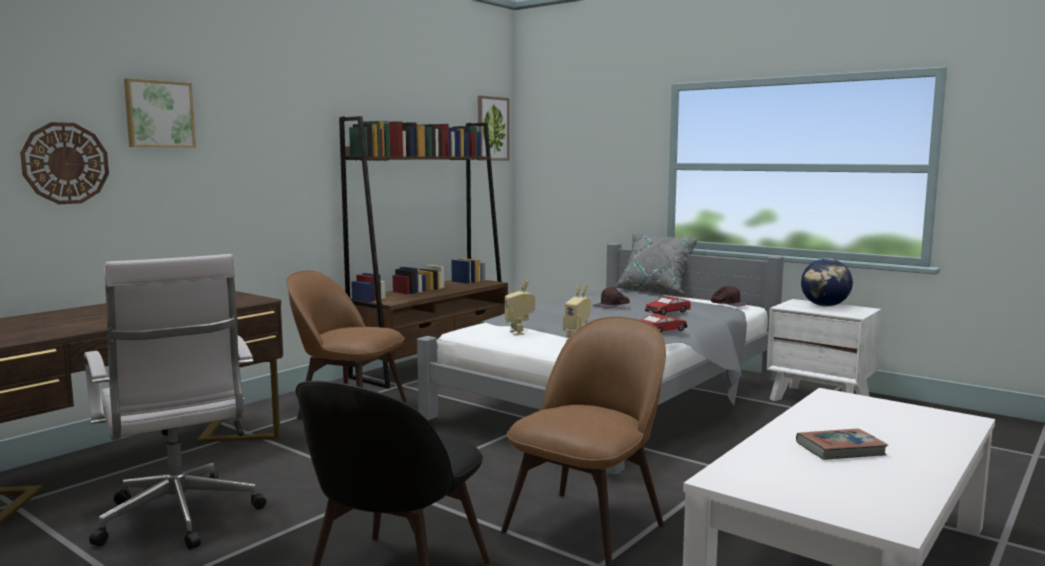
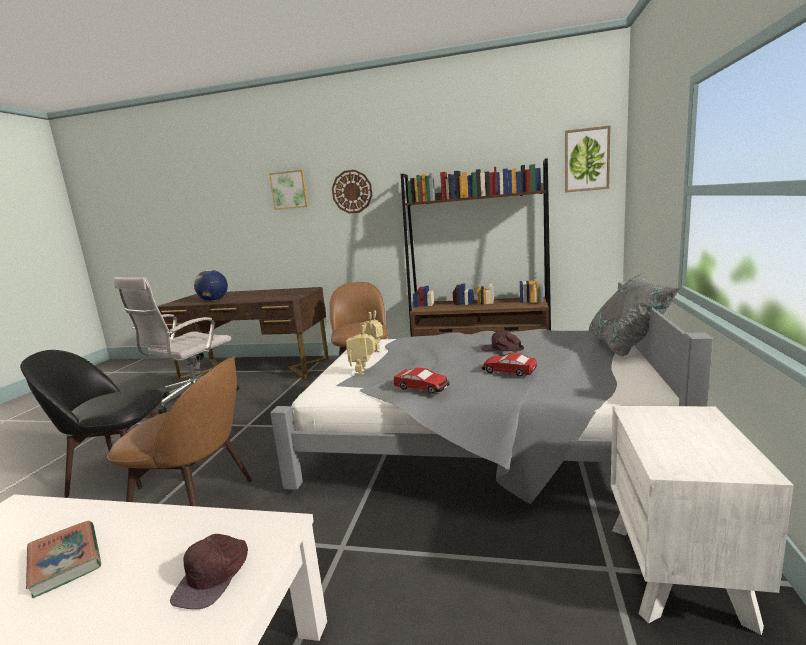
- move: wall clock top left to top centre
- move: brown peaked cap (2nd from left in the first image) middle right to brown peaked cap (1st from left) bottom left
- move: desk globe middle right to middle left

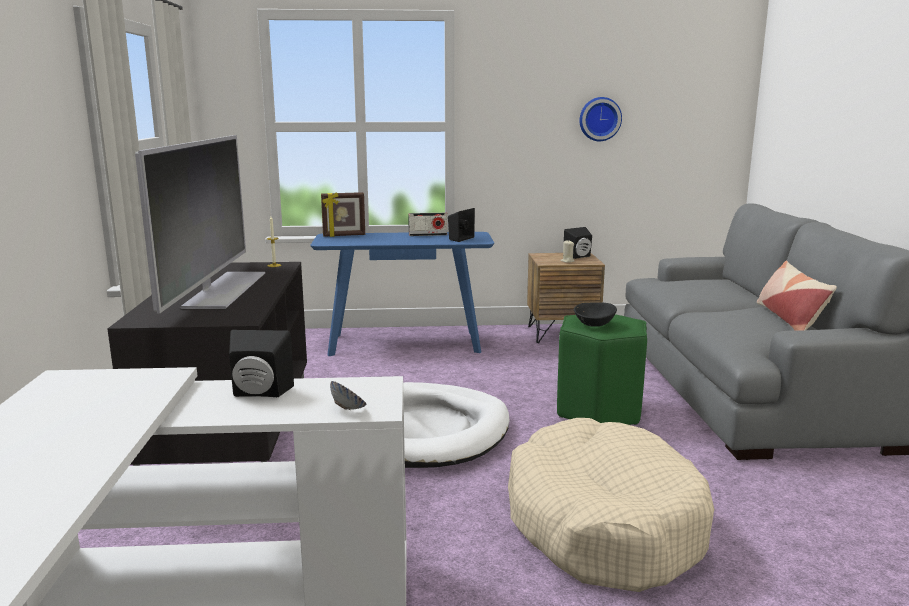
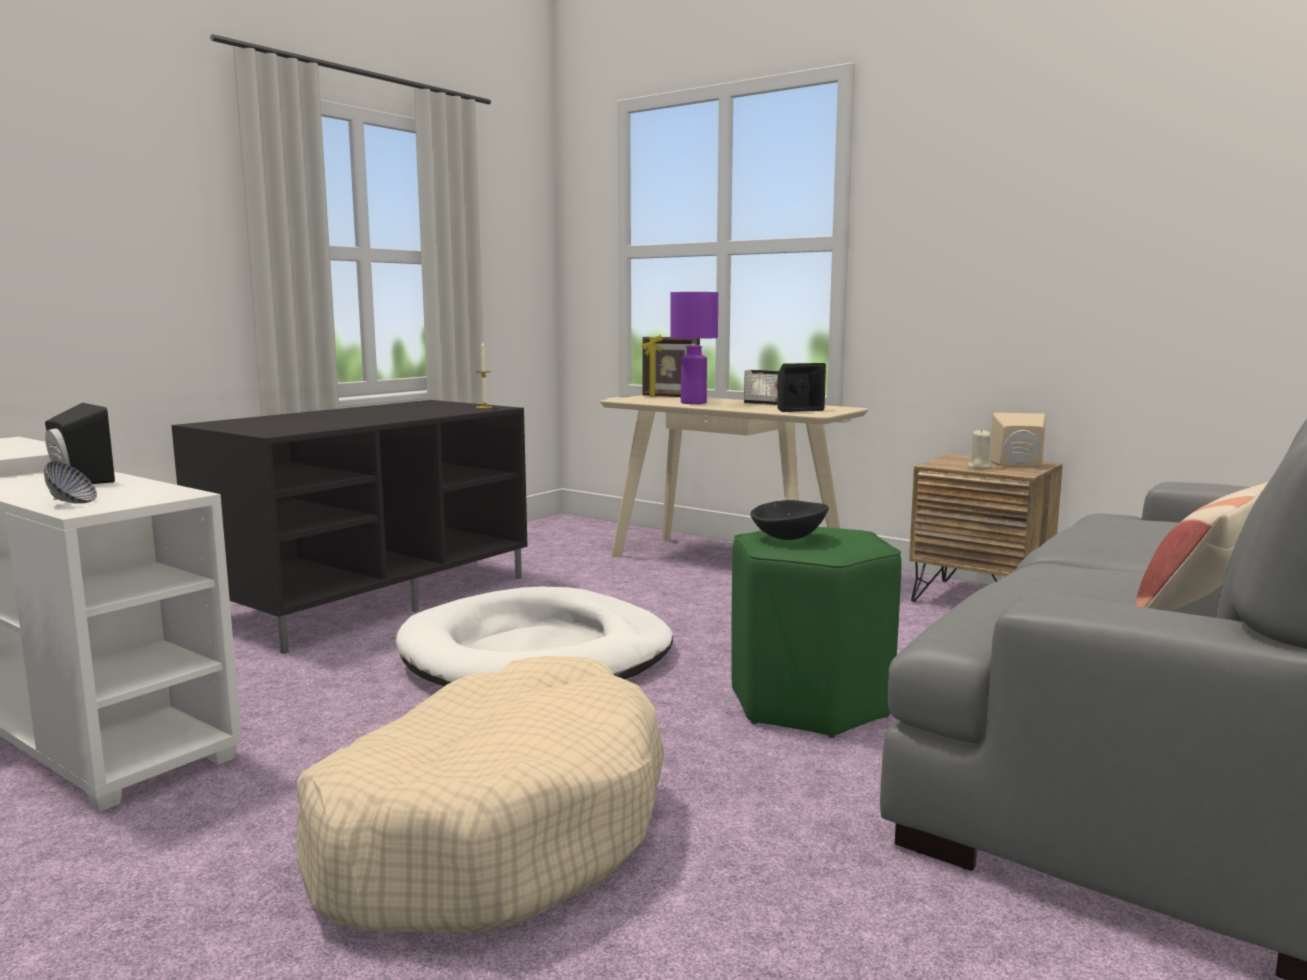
- delete: TV middle left
- recolor: blue-coloured console table centre to beige console table centre
- recolor: blackish audio speaker (3rd from left) centre to beige audio speaker middle right
- delete: wall clock top centre
- insert: purple lamp for a table centre

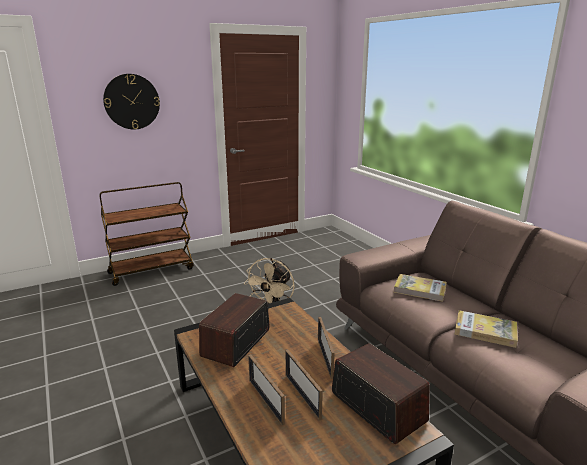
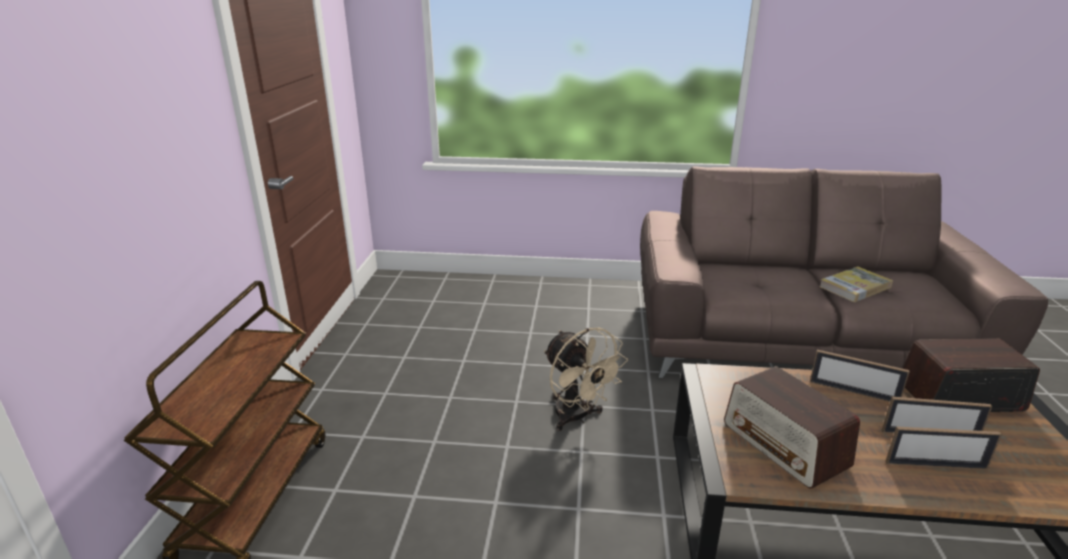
- delete: wall clock top left
- delete: book (1st from left) middle right

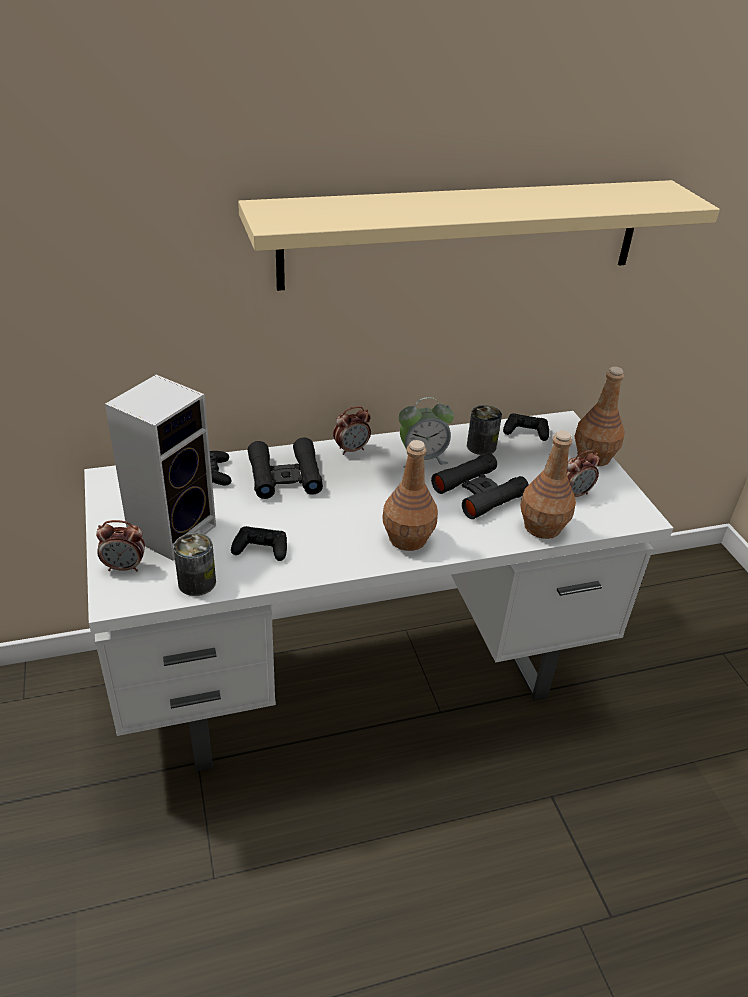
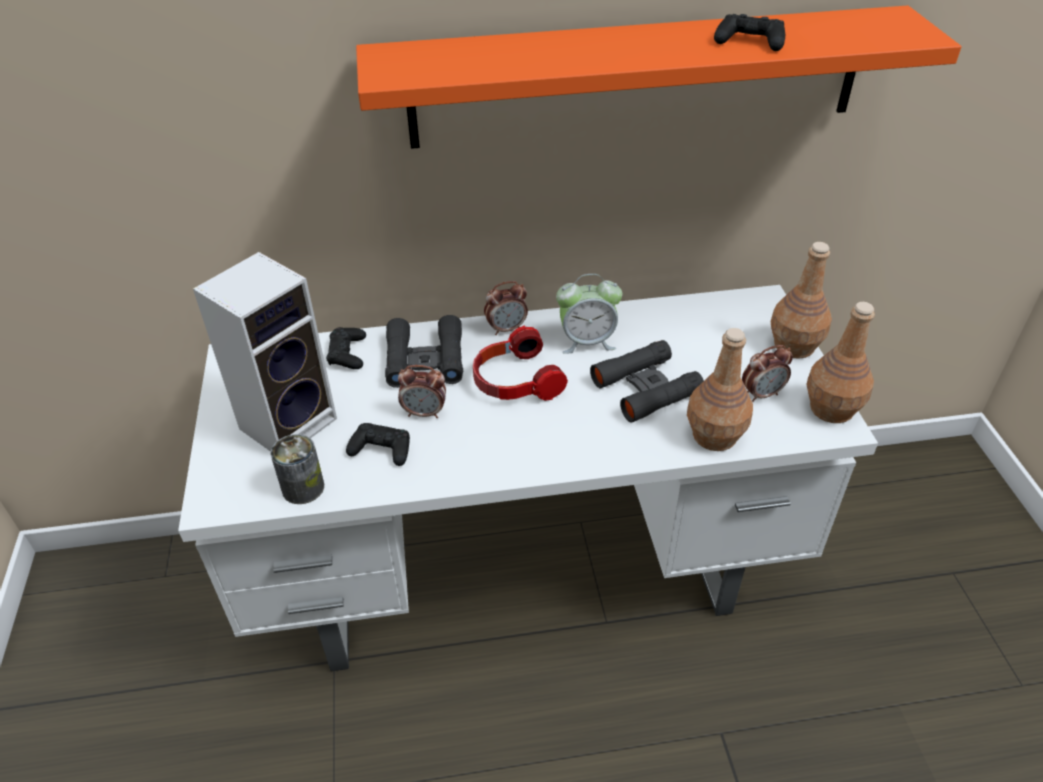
- move: bedside clock (1st from left) middle left to centre
- recolor: beige wall shelf top centre to orange-coloured wall shelf top centre
- move: brown bottle (1st from left in the first image) centre to brown bottle (3rd from left) middle right
- delete: can (2nd from left) centre
- move: blackish gamepad (3rd from left) middle right to top right
- insert: pair of headphones centre

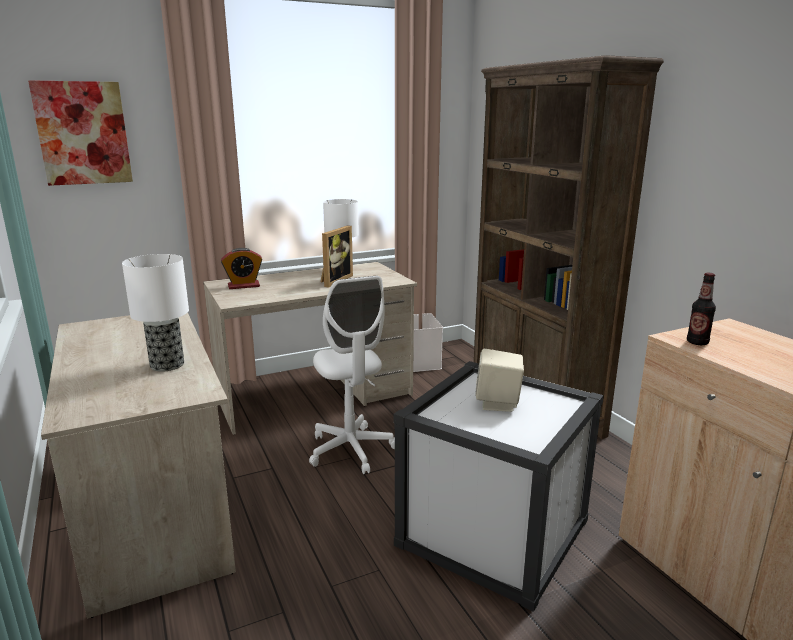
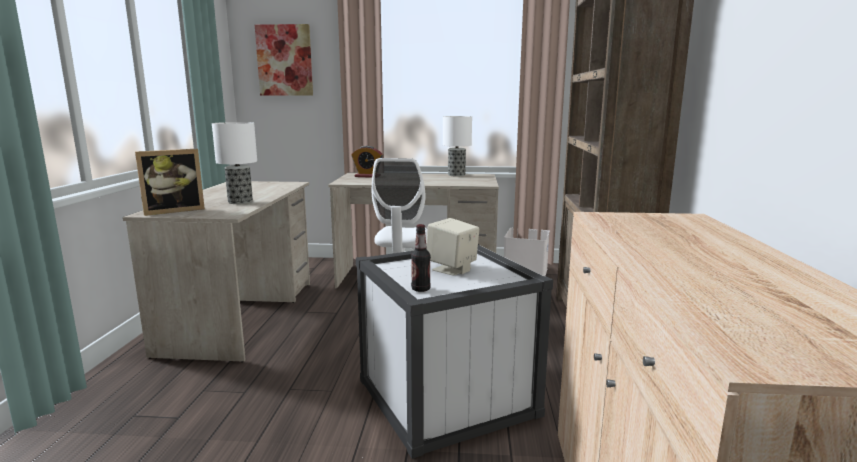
- move: picture frame centre to middle left
- move: bottle middle right to centre

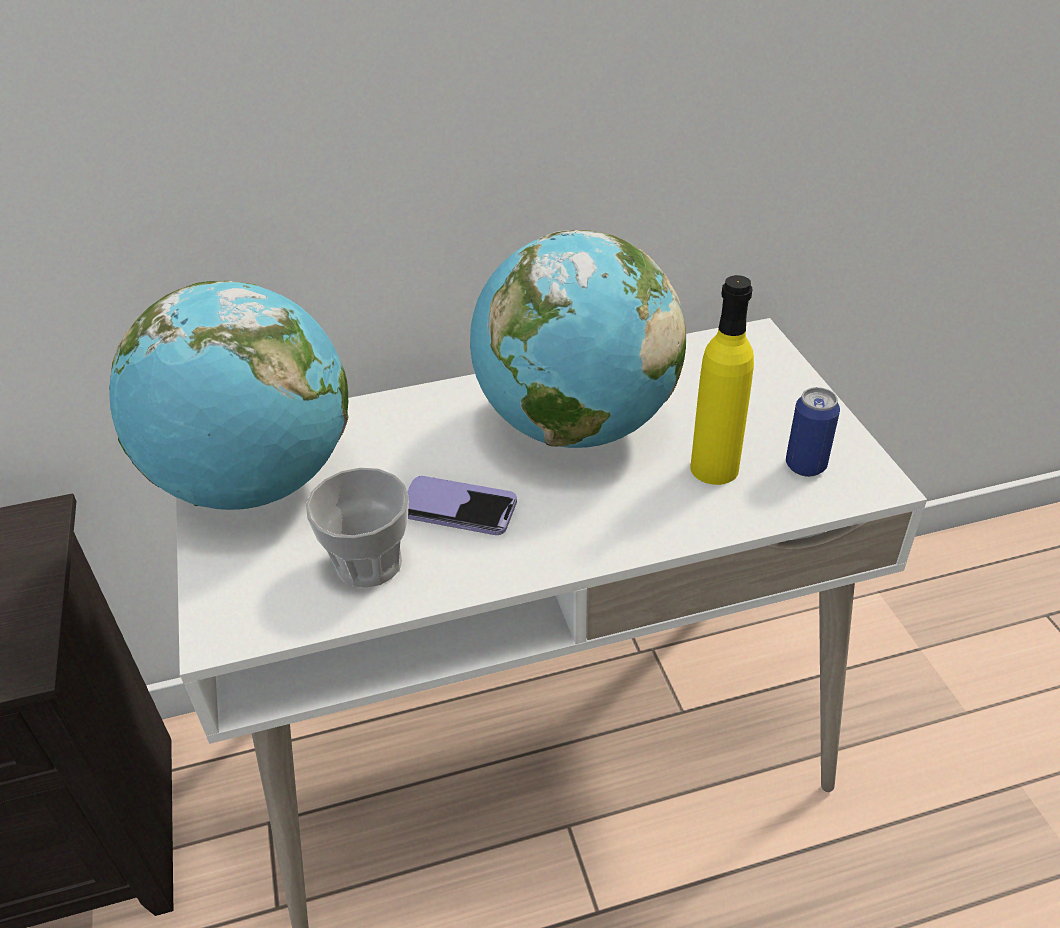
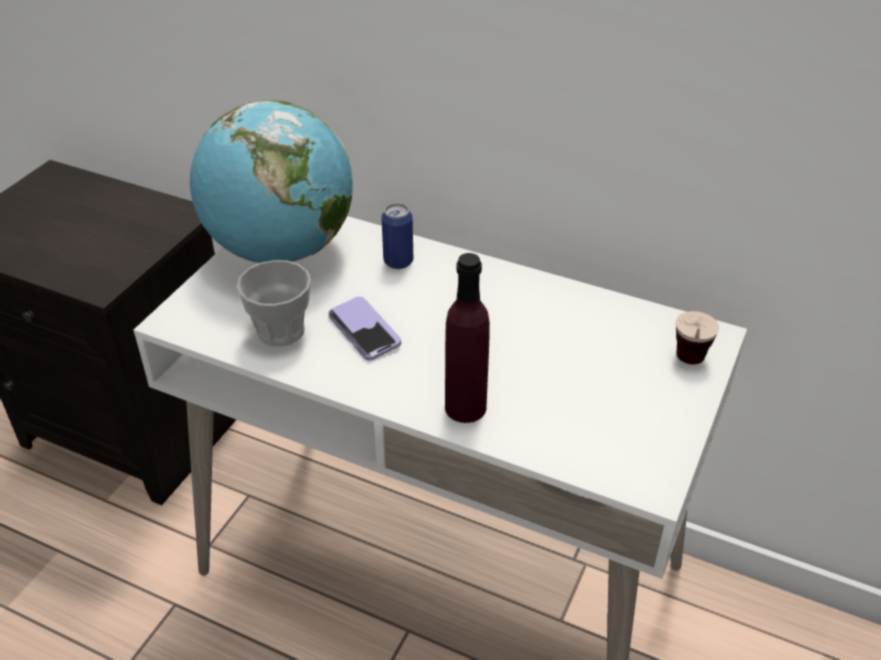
- delete: desk globe (2nd from left) centre
- delete: yellow bottle middle right
- move: can middle right to centre
- insert: purple bottle centre
- insert: cup (2nd from left) middle right

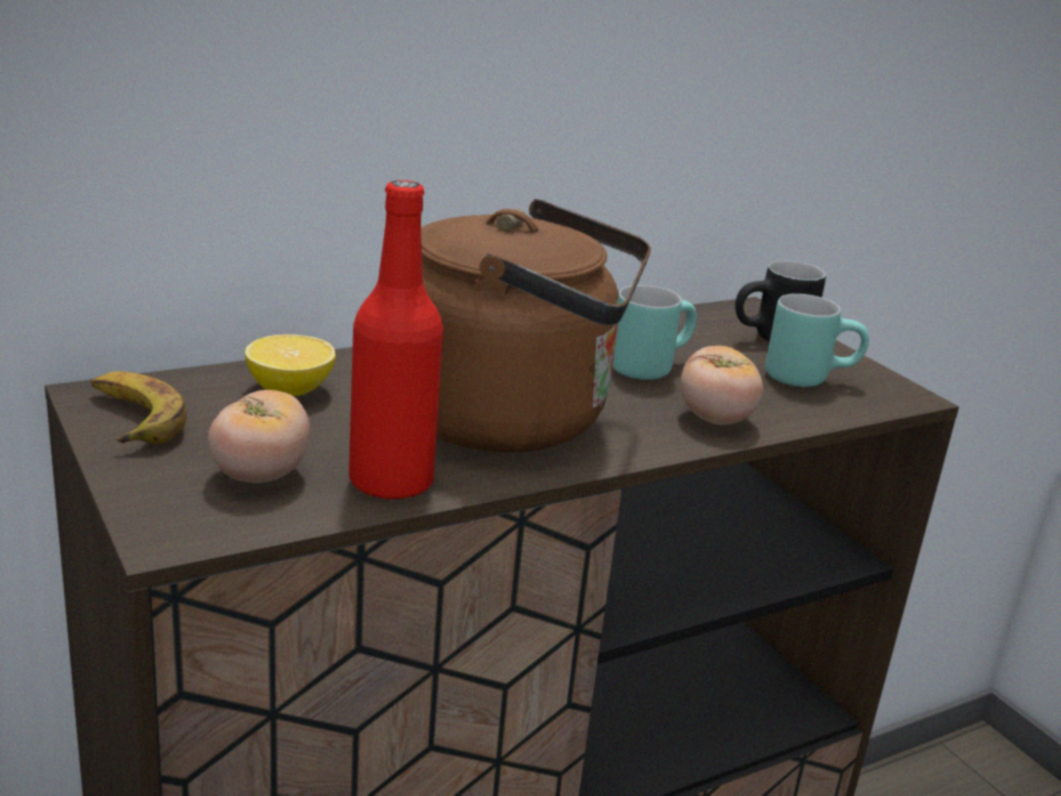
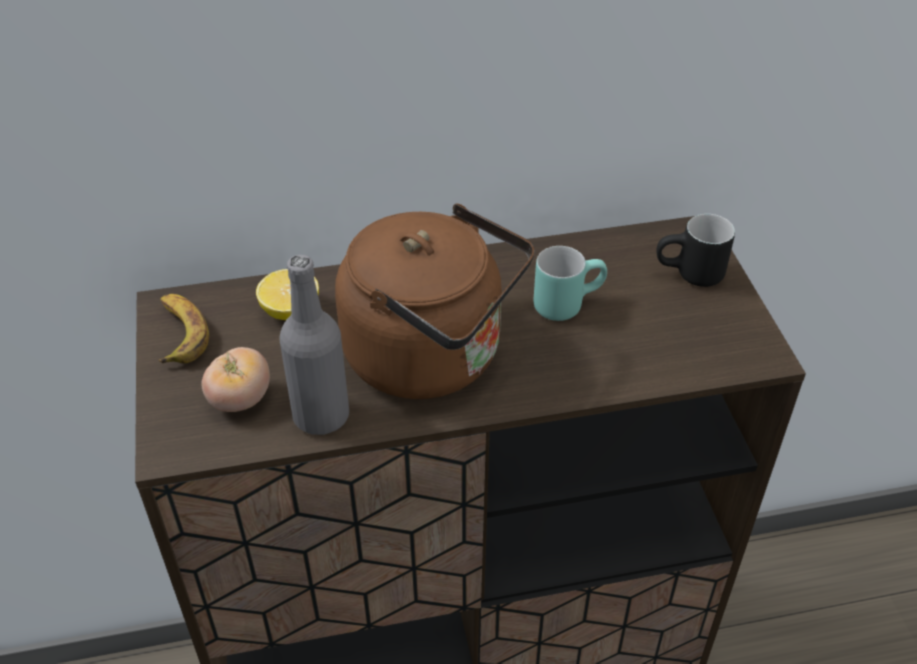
- recolor: red bottle centre to greyish bottle centre
- delete: whole tomato (2nd from left) middle right
- delete: turquoise tea mug (2nd from left) middle right

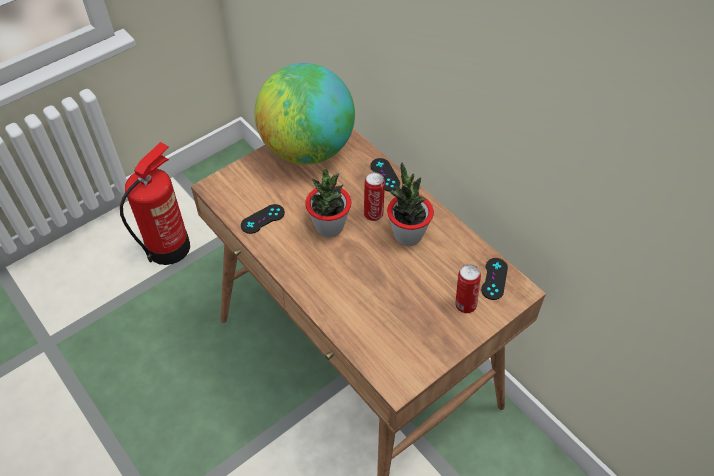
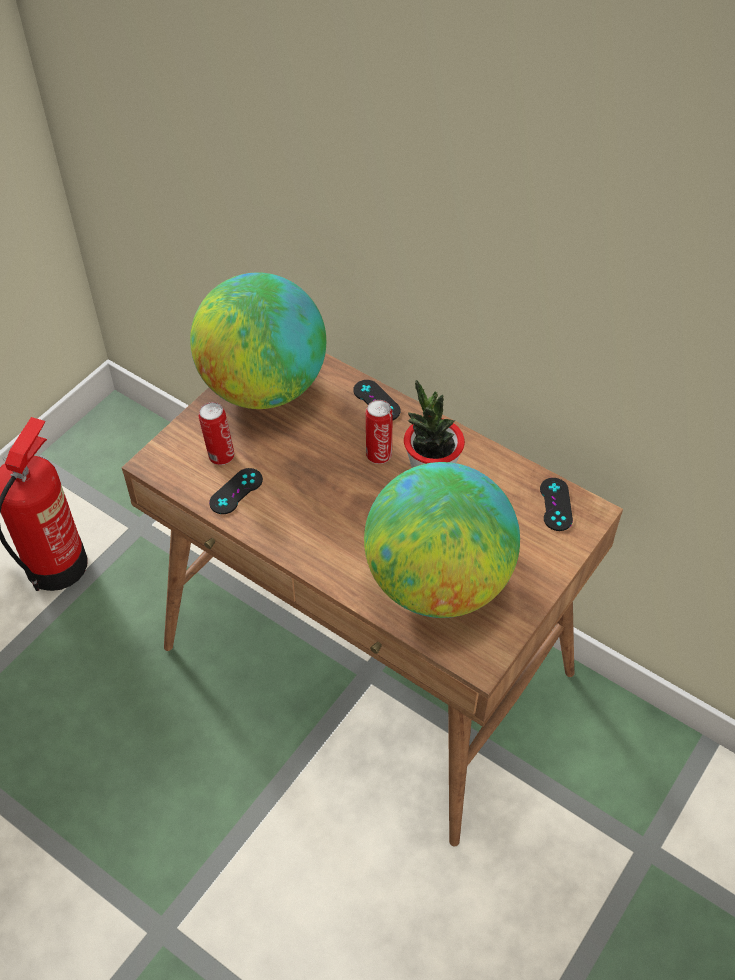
- delete: potted plant (1st from left) centre
- move: can (2nd from left in the first image) centre to can (1st from left) middle left
- insert: desk globe (2nd from left) centre

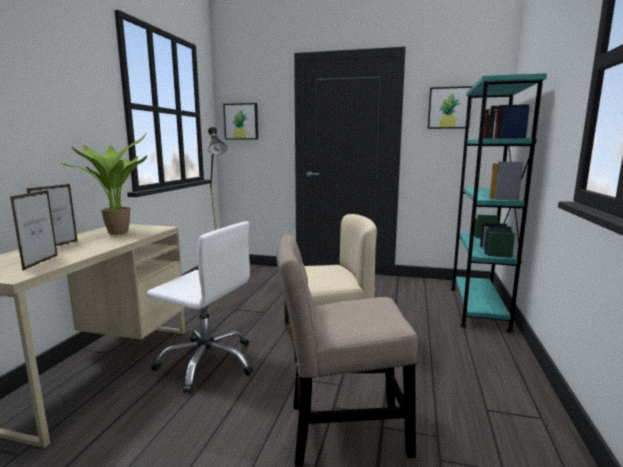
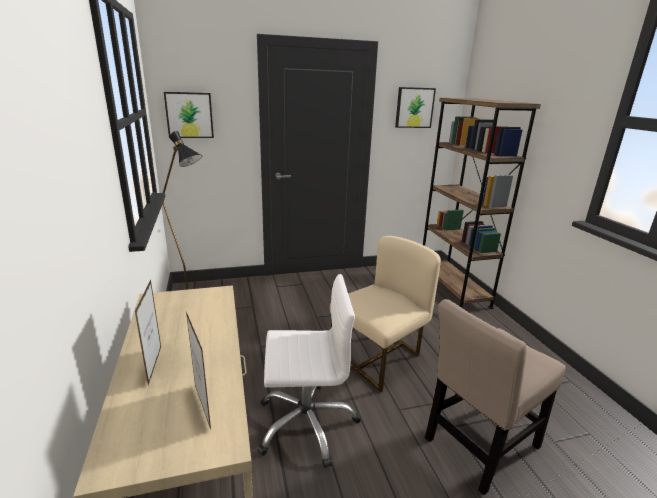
- delete: potted plant middle left
- recolor: turquoise bookshelf middle right to brown bookshelf middle right

